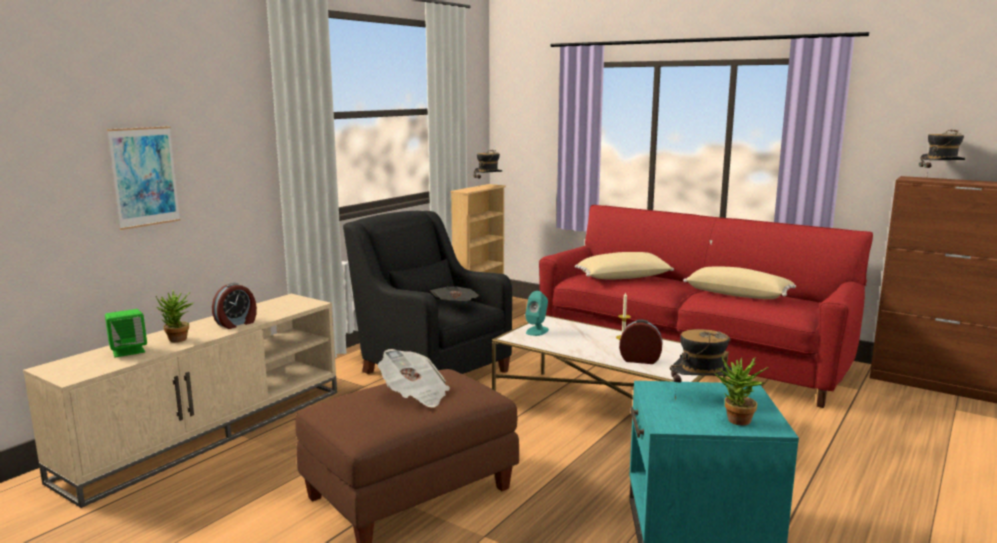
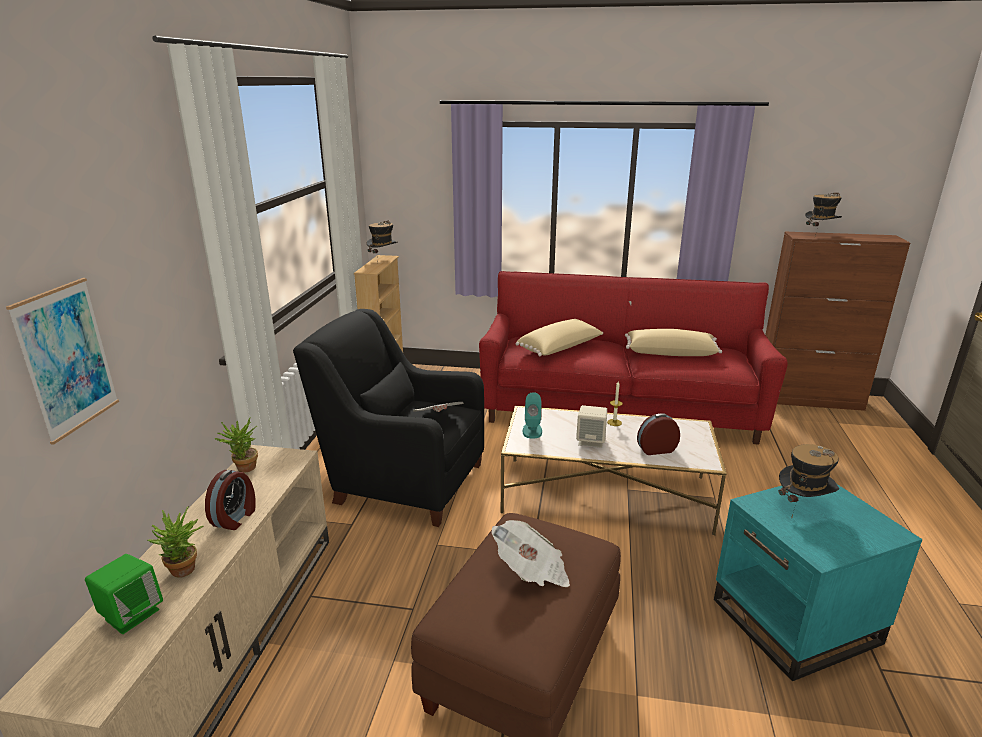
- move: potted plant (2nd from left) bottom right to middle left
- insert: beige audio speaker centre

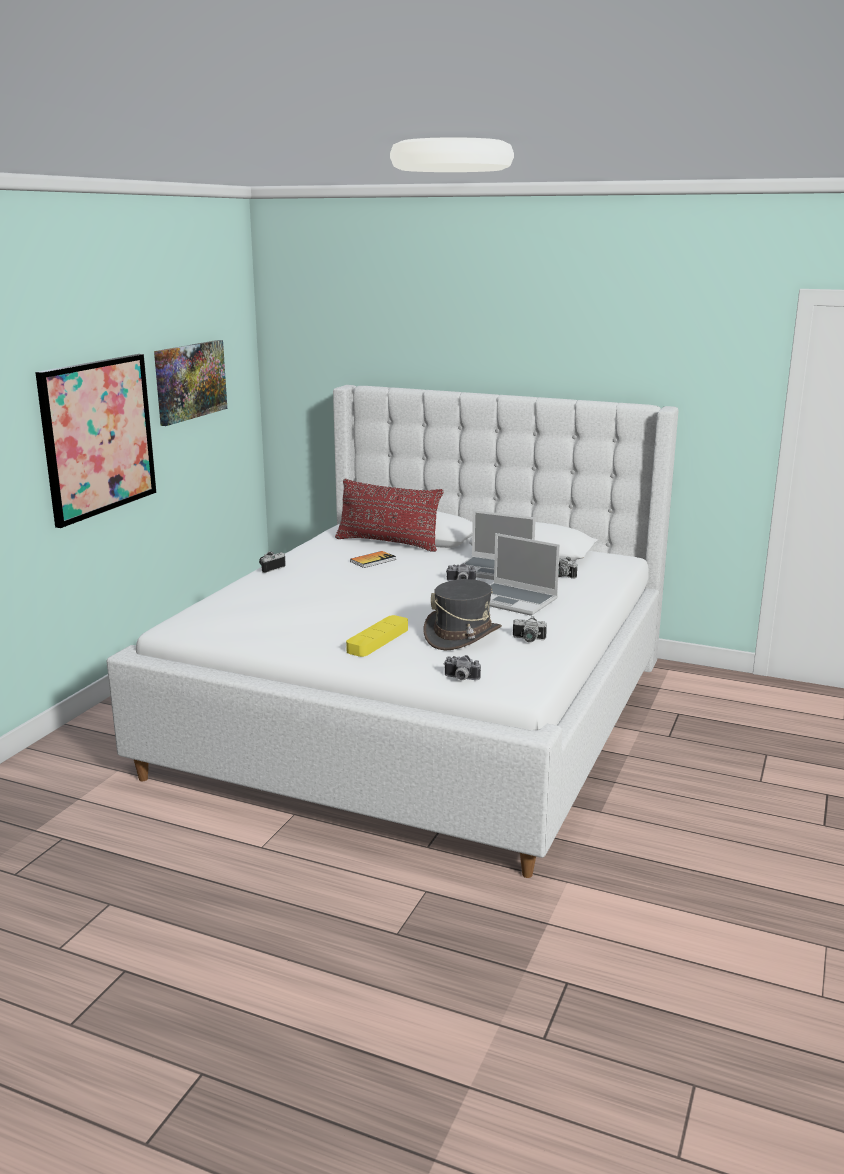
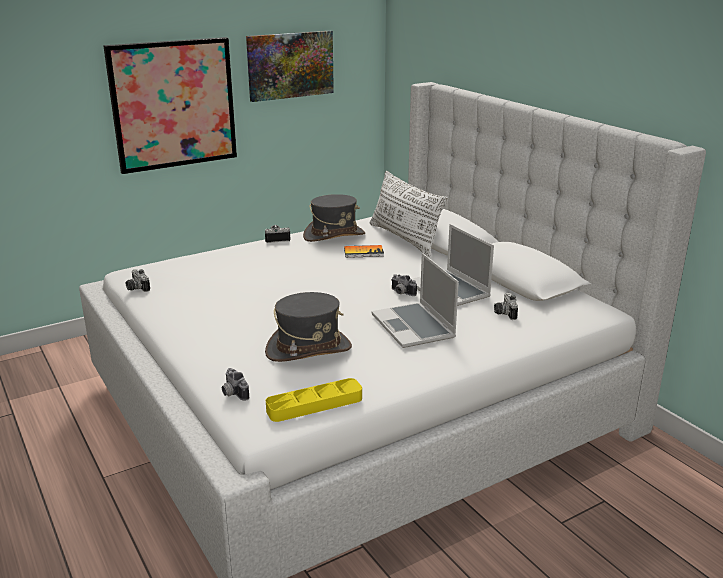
- recolor: red cushion centre to white-coloured cushion centre
- move: yellow serving tray centre to bottom centre
- move: photo camera (4th from left in the first image) centre to photo camera (1st from left) middle left
- insert: greyish clothing hat (2nd from left) centre

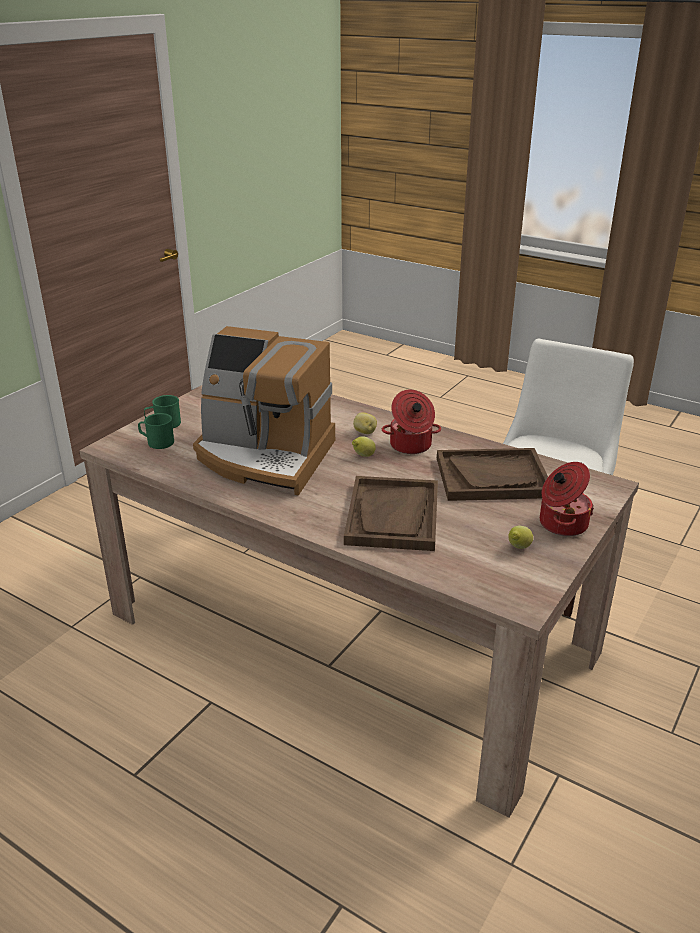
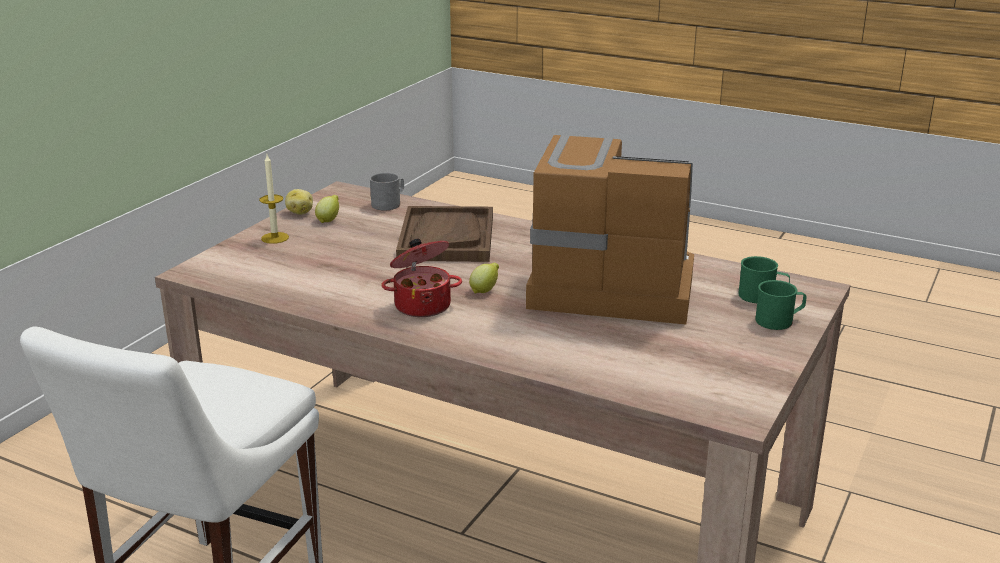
- move: spud centre to middle left
- delete: brown serving tray (2nd from left) middle right
- replace: saucepot (2nd from left) middle right to wax candle middle left
- insert: greyish tea mug centre

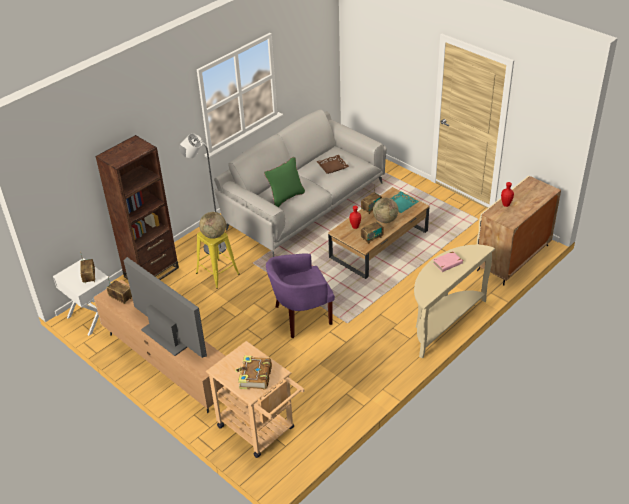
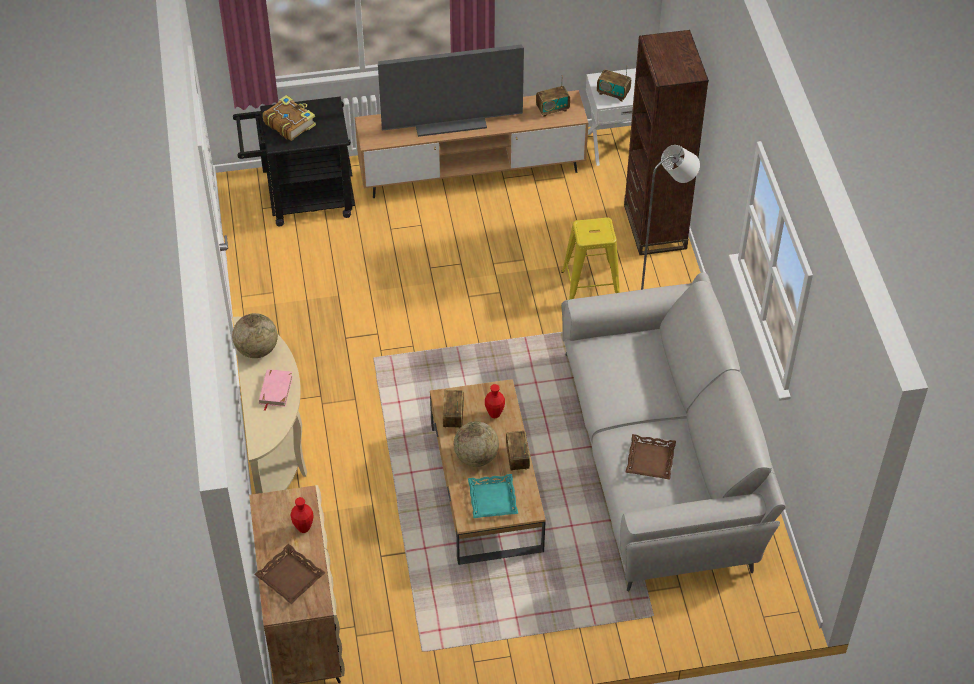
- move: desk globe (1st from left) centre to middle left
- recolor: beige wheeled cart bottom centre to blackish wheeled cart top left
- delete: green-coloured cushion centre
- delete: purple lounge chair centre
- insert: brown serving tray (1st from left) bottom left

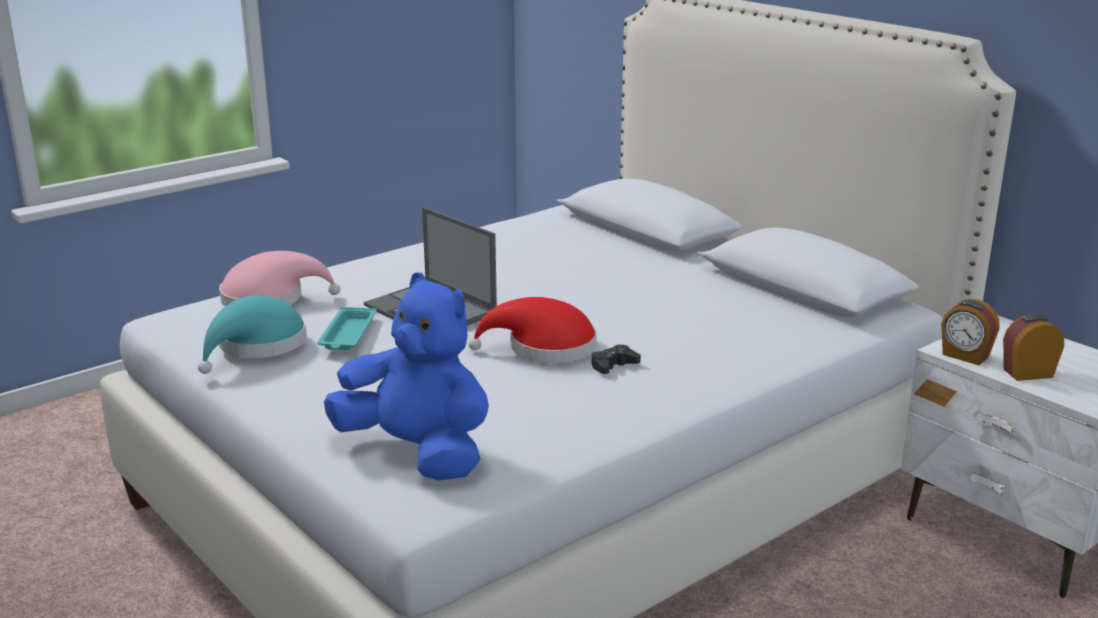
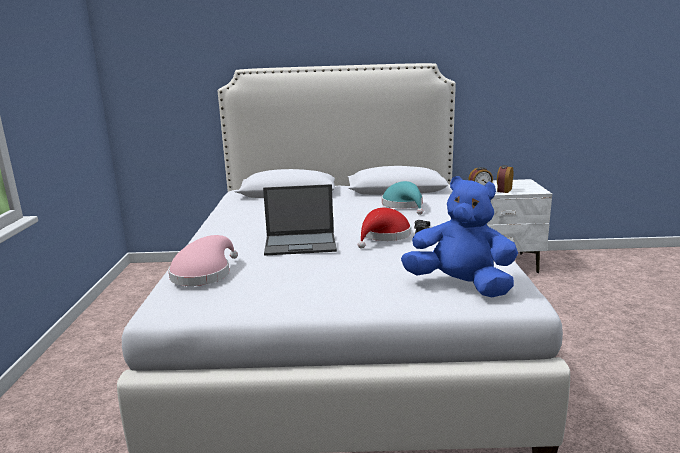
- move: turquoise clothing hat middle left to centre
- delete: turquoise serving tray middle left
- rotate: blue-coloured cuddly toy centre = middle right 45 degrees clockwise

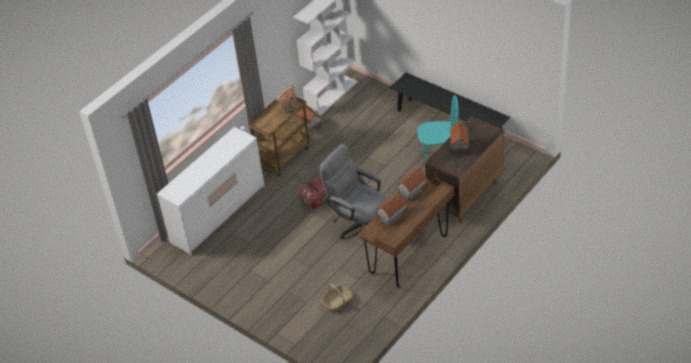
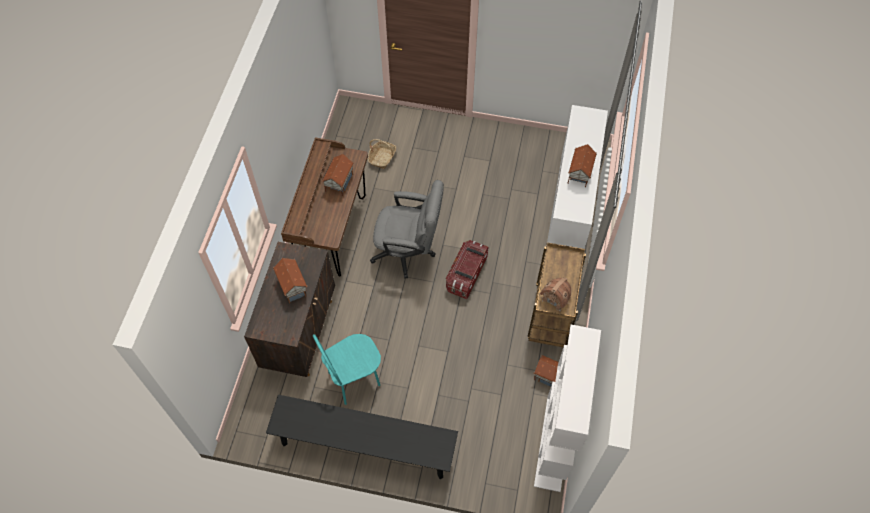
- move: model house (4th from left in the first image) centre to model house (5th from left) top right

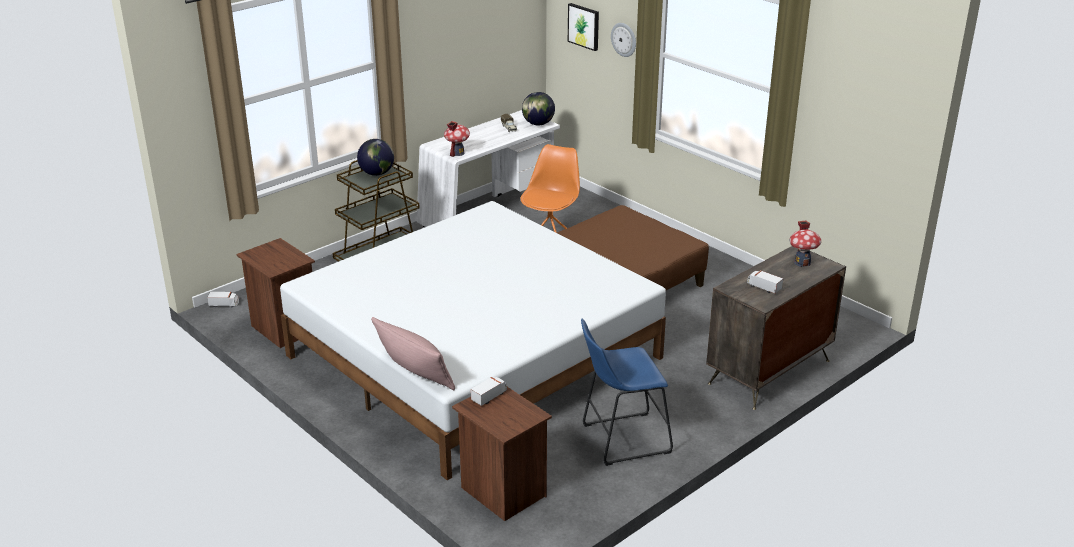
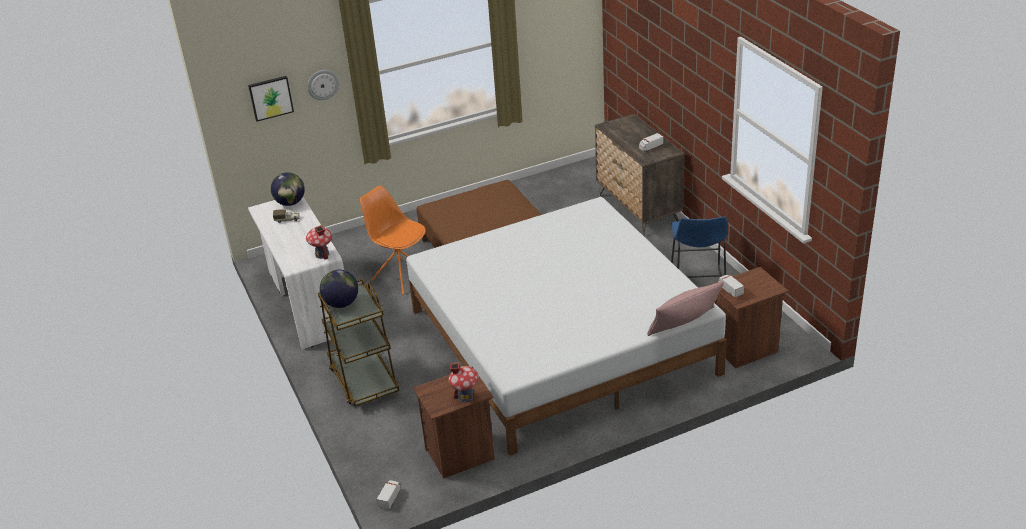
- move: model house (2nd from left) middle right to bottom centre

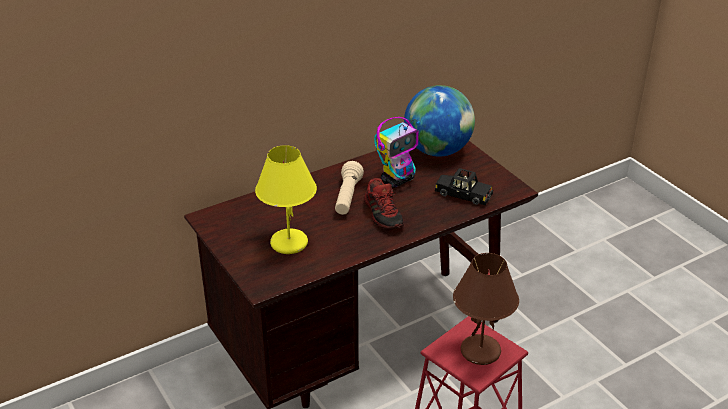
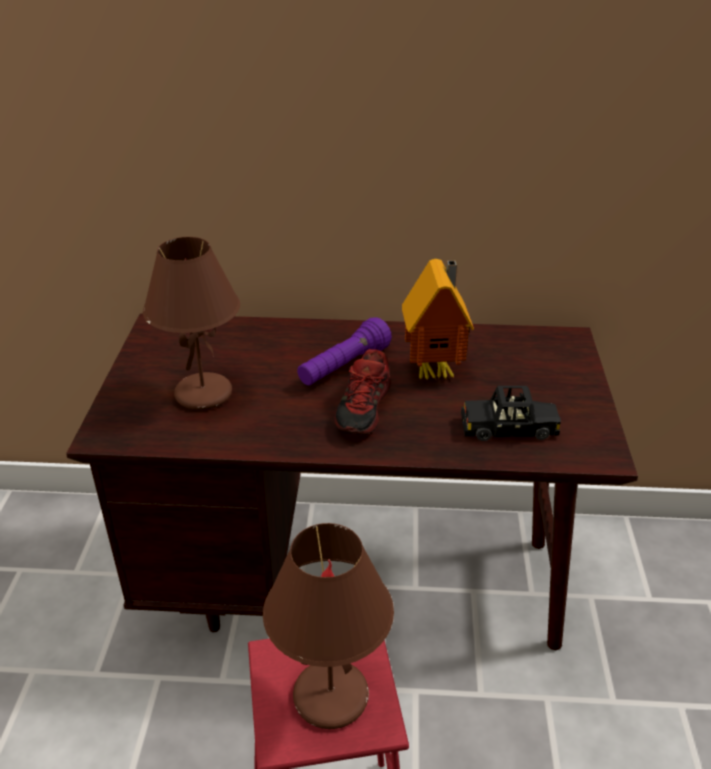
- recolor: yellow lamp for a table centre to brown lamp for a table (1st from left) middle left
- recolor: beige flashlight centre to purple flashlight centre
- replace: model robot centre to model house centre
- delete: desk globe top centre
- rotate: blackish model car centre = middle right 120 degrees clockwise

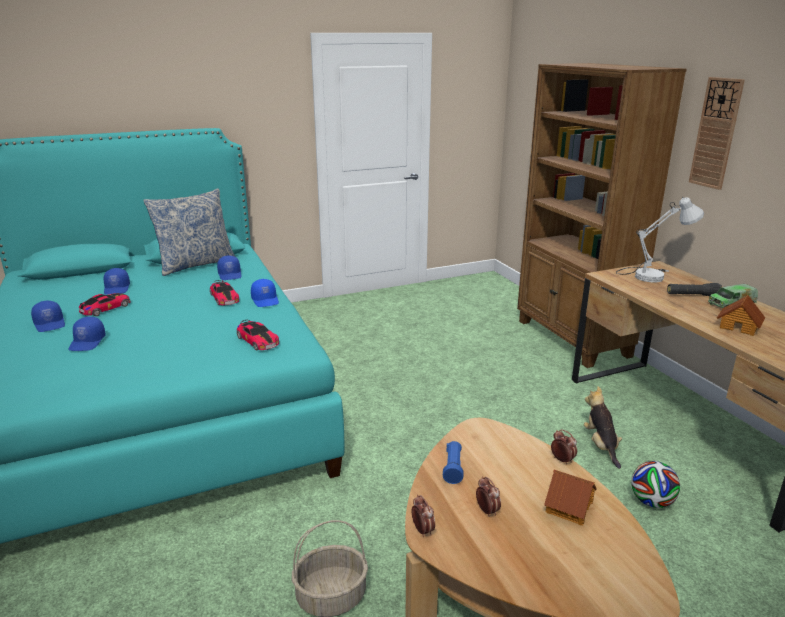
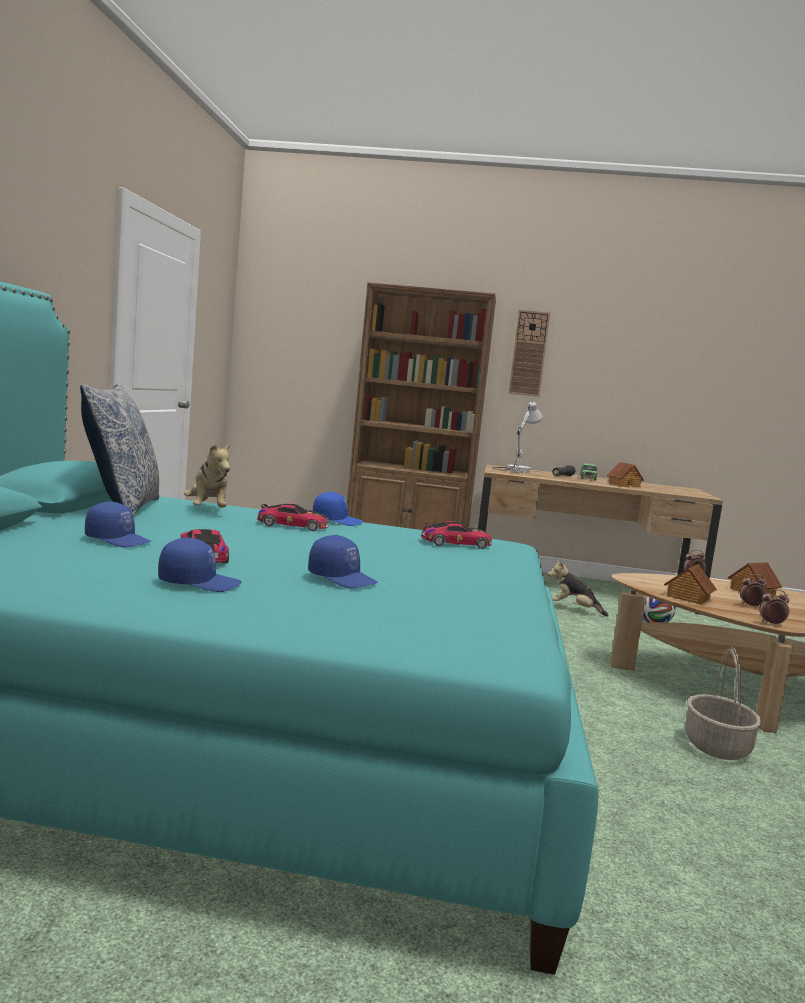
- replace: blue-coloured peaked cap (4th from left) middle left to cuddly toy (1st from left) middle left
- replace: blue-coloured flashlight bottom centre to model house (2nd from left) middle right

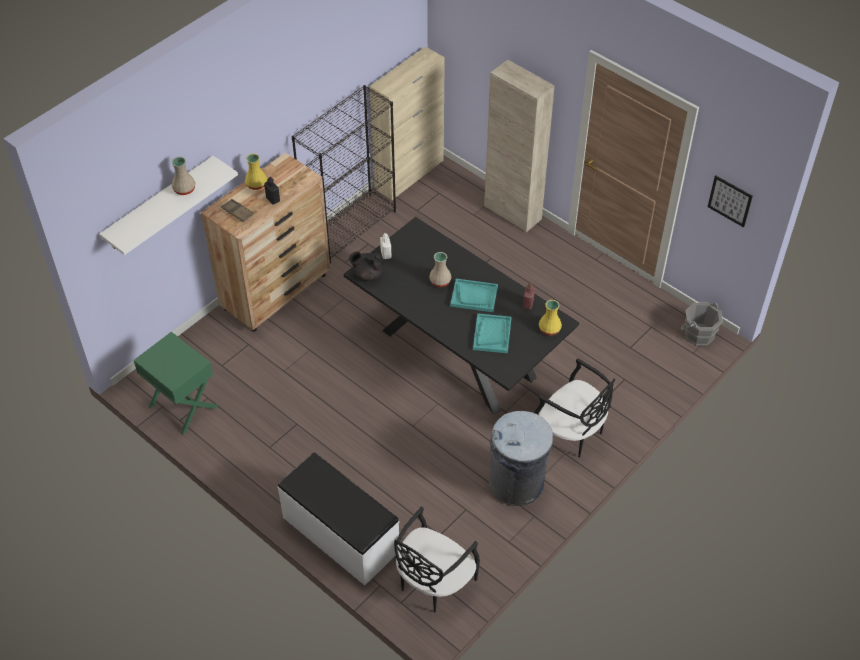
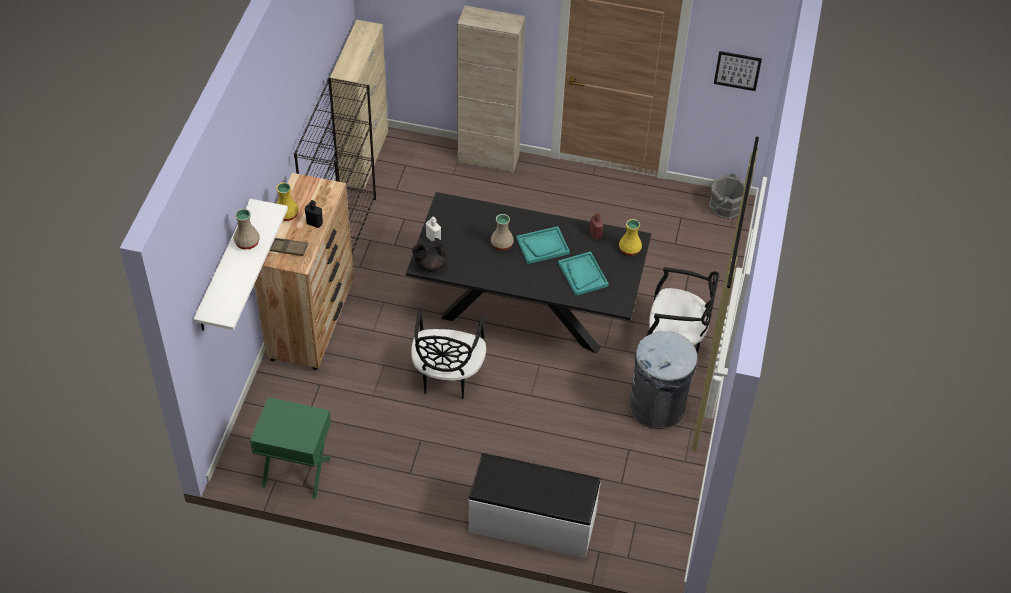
- move: blackish plain chair (1st from left) bottom centre to centre

